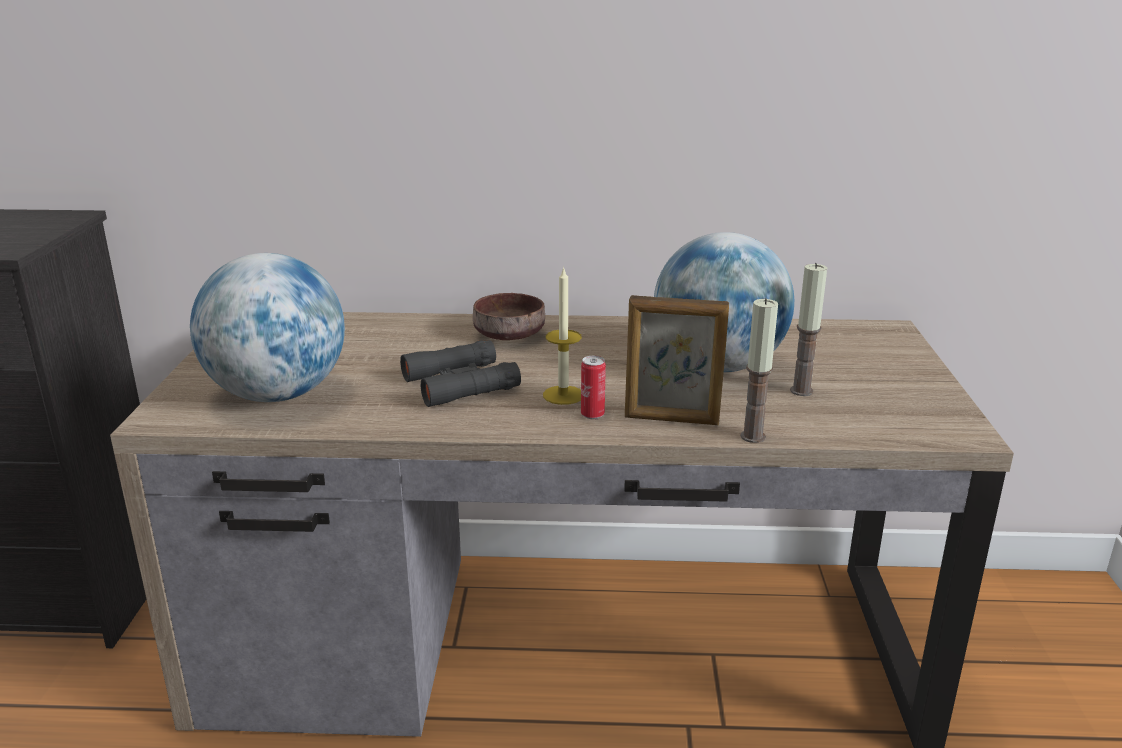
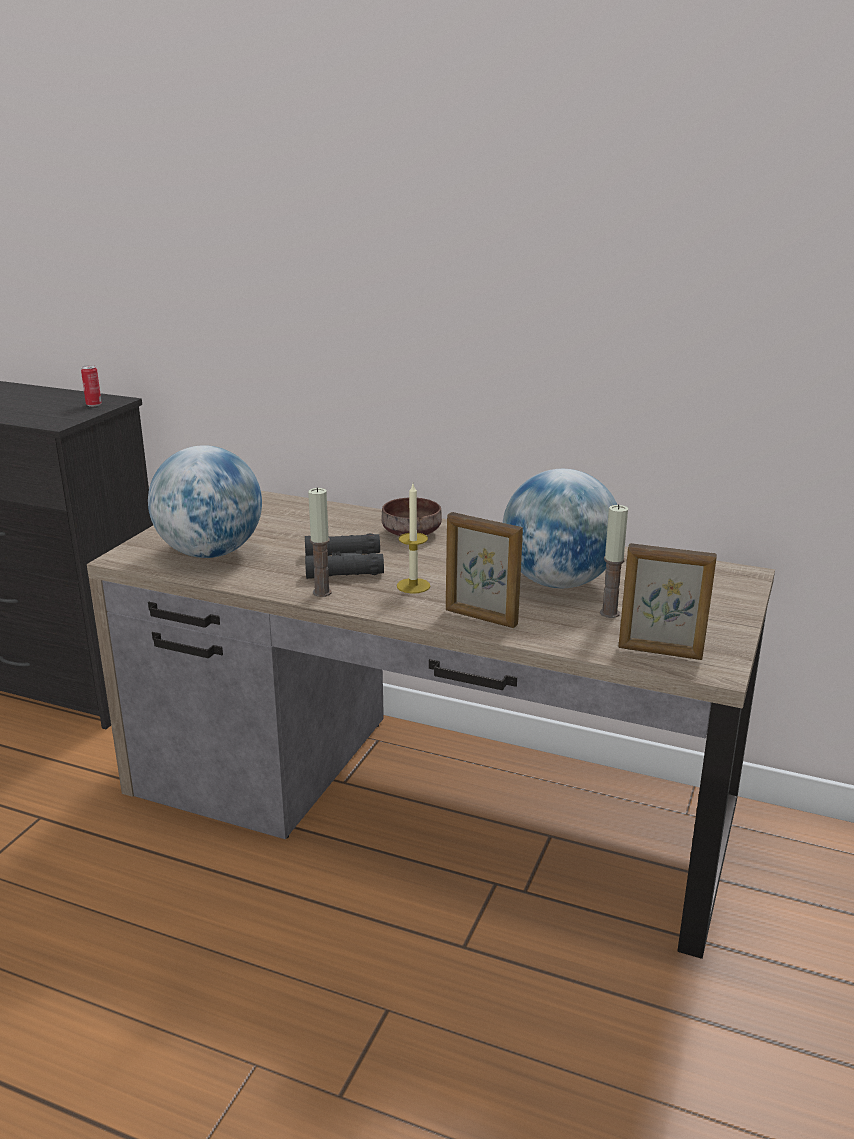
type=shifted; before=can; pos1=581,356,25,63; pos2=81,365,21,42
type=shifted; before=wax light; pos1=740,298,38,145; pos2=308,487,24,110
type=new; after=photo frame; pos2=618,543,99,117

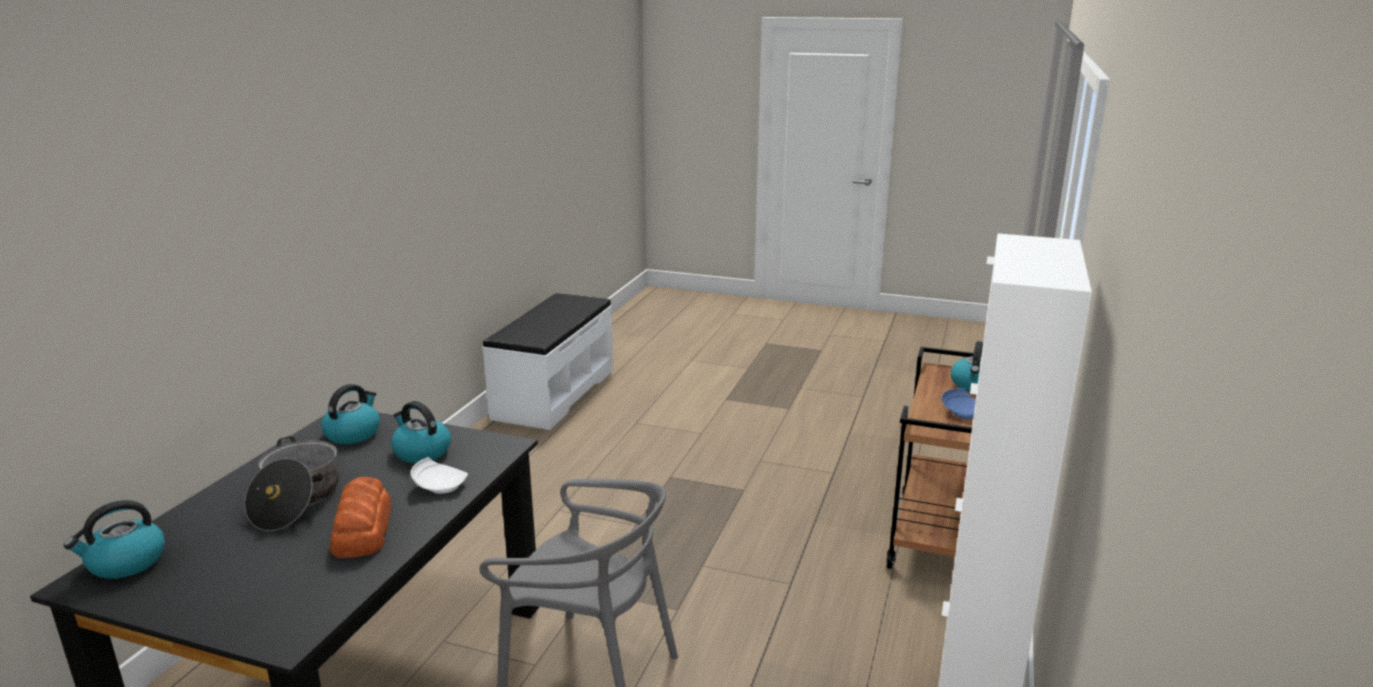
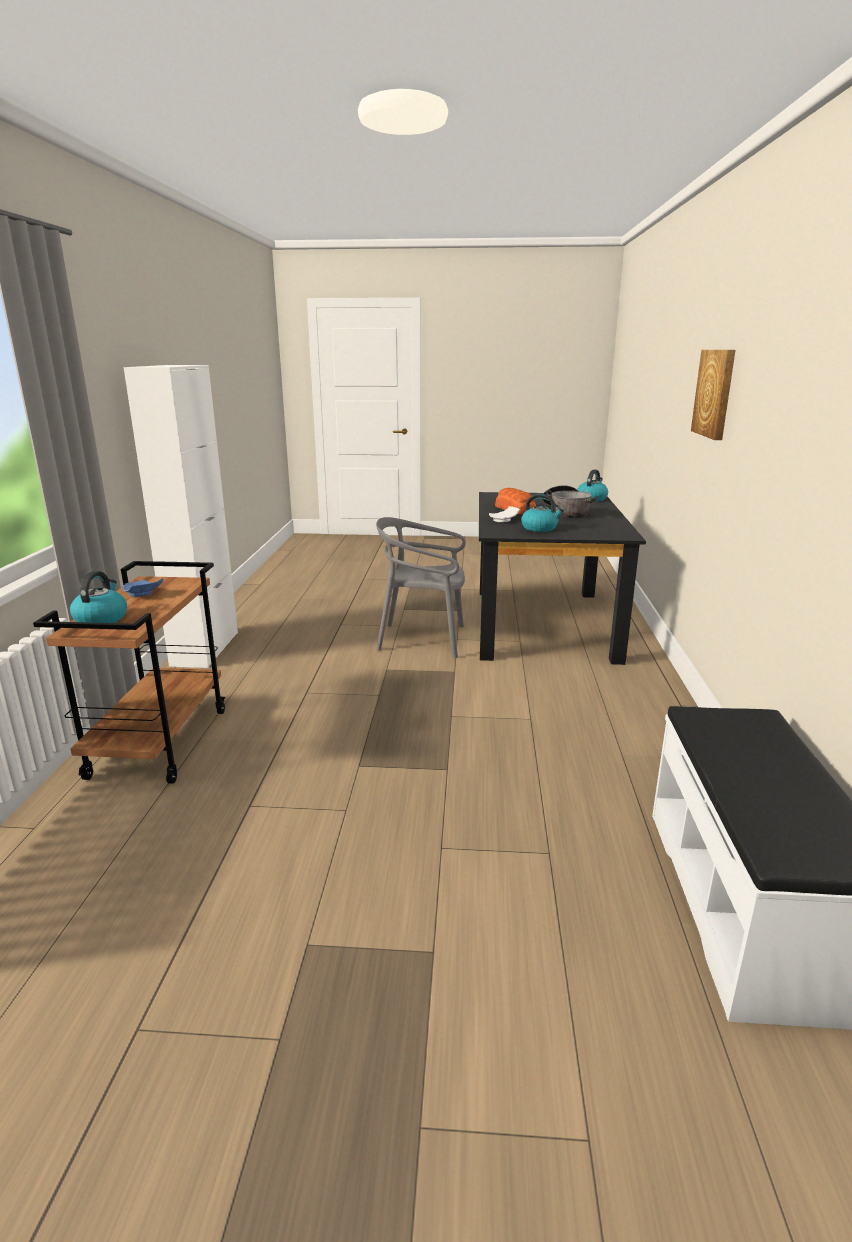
type=gone; before=water kettle; pos1=321,384,59,60
type=new; after=wall picture; pos2=691,350,45,90

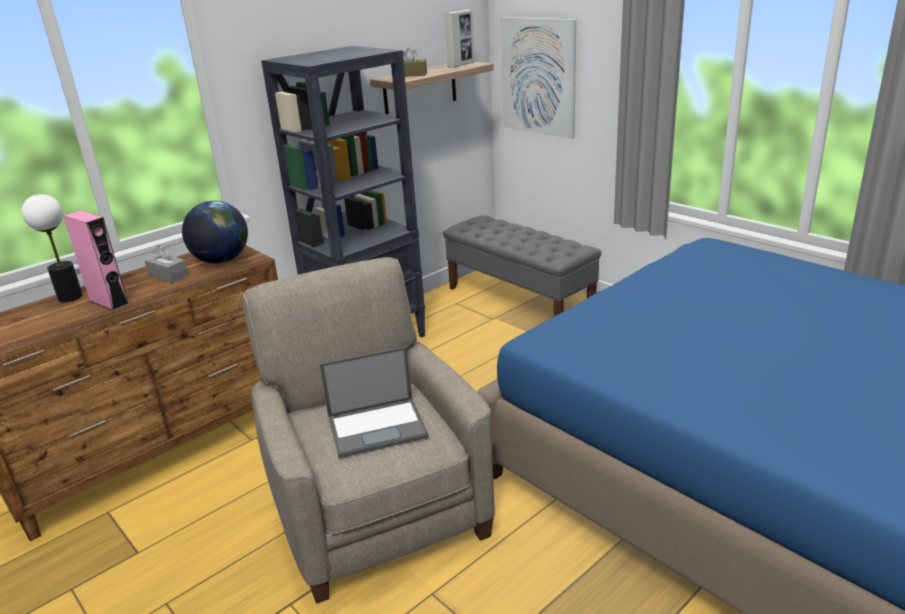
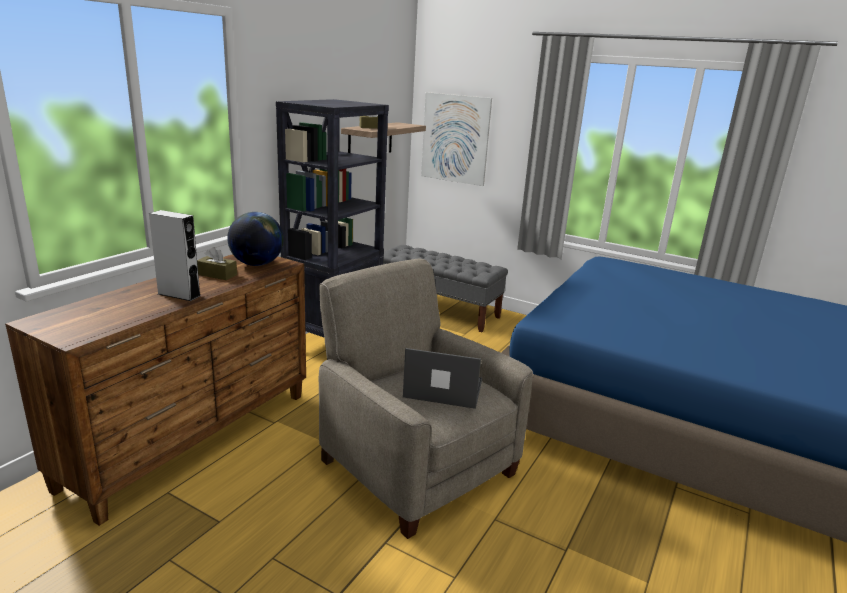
type=gone; before=lamp for a table; pos1=22,194,61,108
type=repainted; before=speaker (pink-coloured); after=speaker (greyish); pos1=63,210,66,101; pos2=149,210,51,91
type=repainted; before=tissue holder (greyish); after=tissue holder (brown); pos1=144,245,45,38; pos2=197,247,40,33
type=rotated; before=portable computer; pos1=320,347,109,111; pos2=403,348,79,61; turn=-135
type=gone; before=photo frame; pos1=445,10,29,58

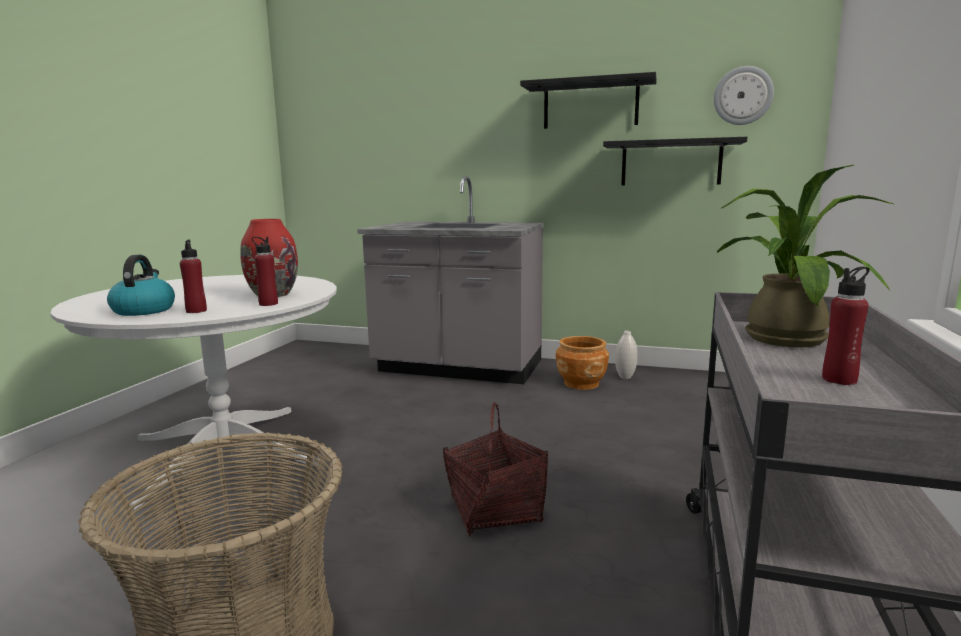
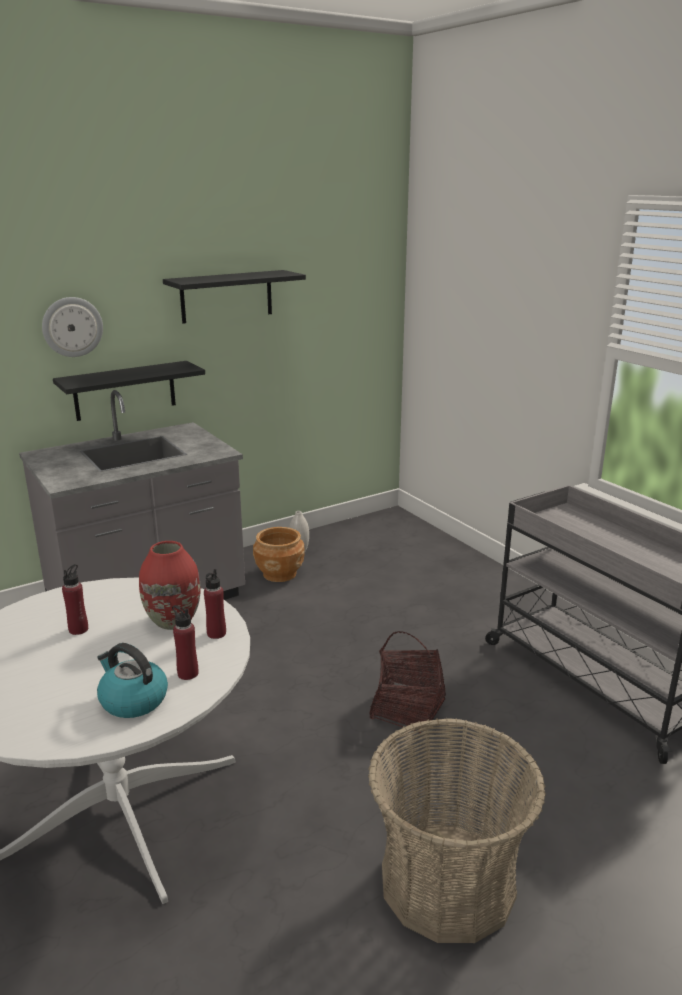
type=shifted; before=shelf (blackish); pos1=603,137,145,49; pos2=53,361,152,60
type=shifted; before=hanging clock; pos1=714,66,60,59; pos2=42,297,61,60
type=gone; before=houseplant; pos1=717,165,177,182
type=shifted; before=bottle (red-coloured); pos1=822,267,48,118; pos2=62,564,26,71

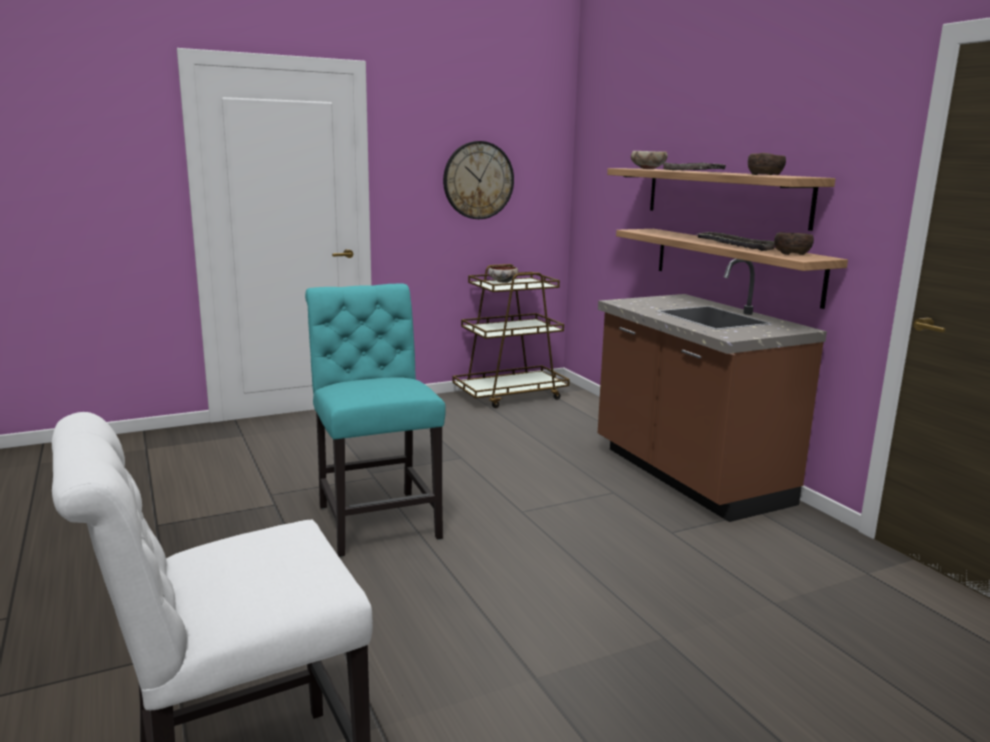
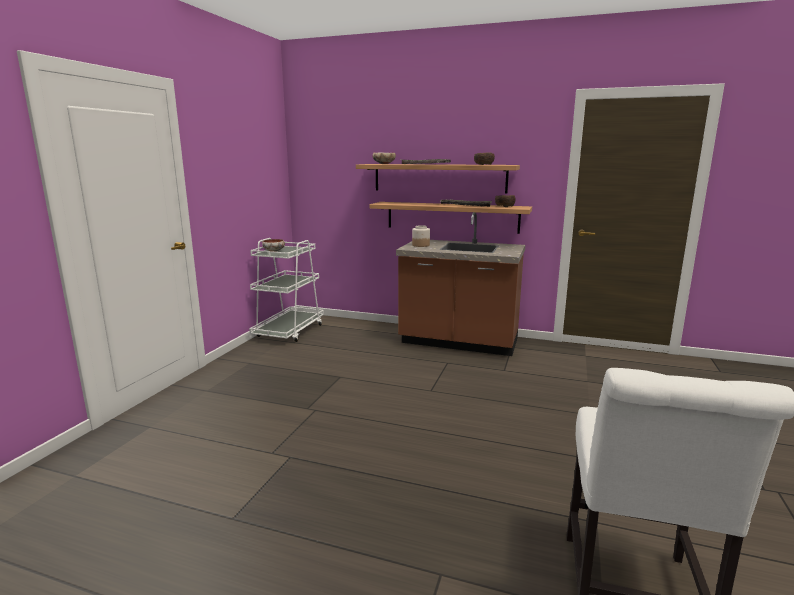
type=gone; before=chair (turquoise); pos1=305,284,141,273
type=gone; before=hanging clock; pos1=443,141,71,78
type=repainted; before=wheeled cart (brown); after=wheeled cart (white); pos1=452,264,118,144; pos2=249,238,75,104
type=new; after=storage jar; pos2=412,225,18,22

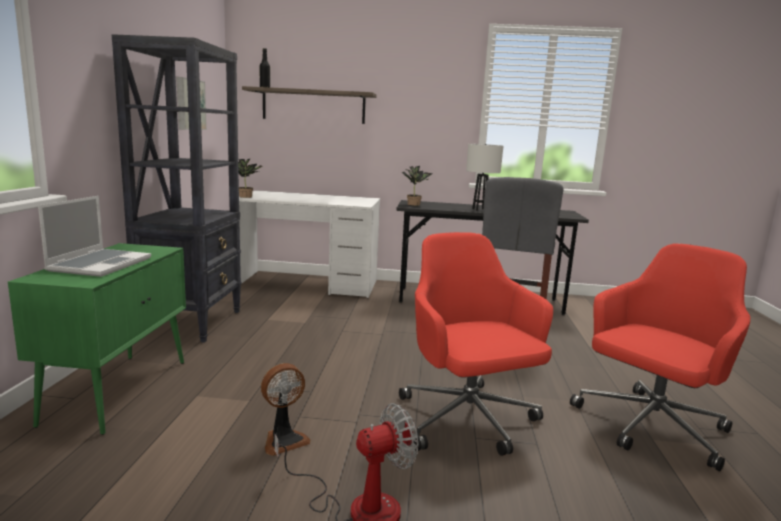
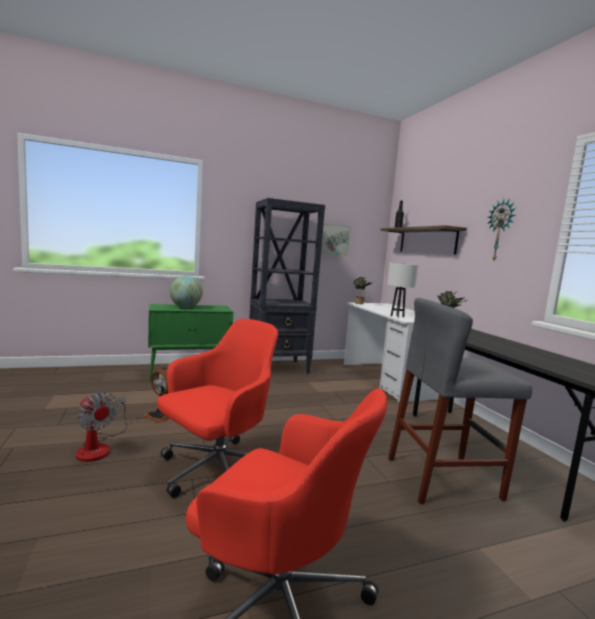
type=swapped; before=portable computer; after=world globe; pos1=38,196,113,81; pos2=170,276,33,32
type=shifted; before=lamp for a table (white); pos1=466,144,37,67; pos2=387,263,31,55
type=new; after=hanging clock; pos2=487,199,29,61

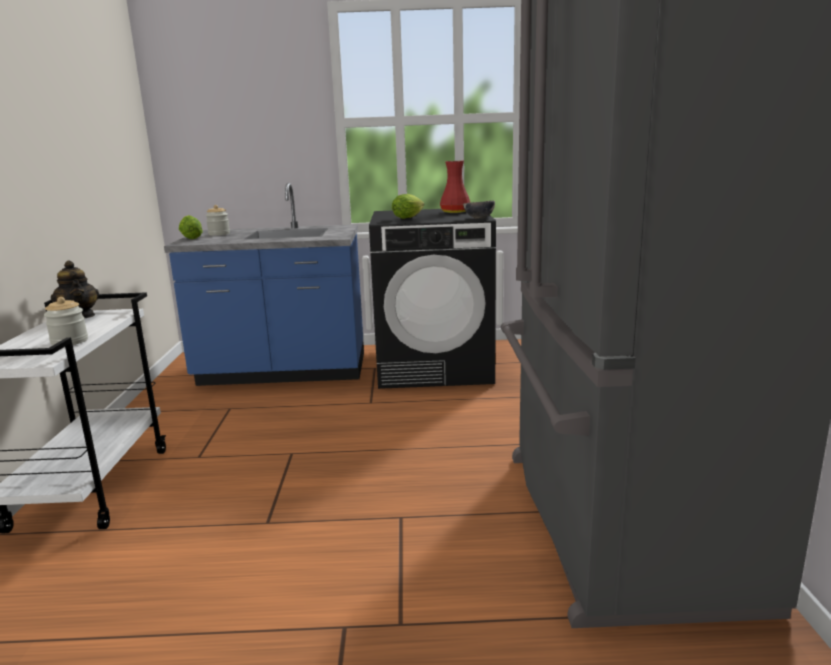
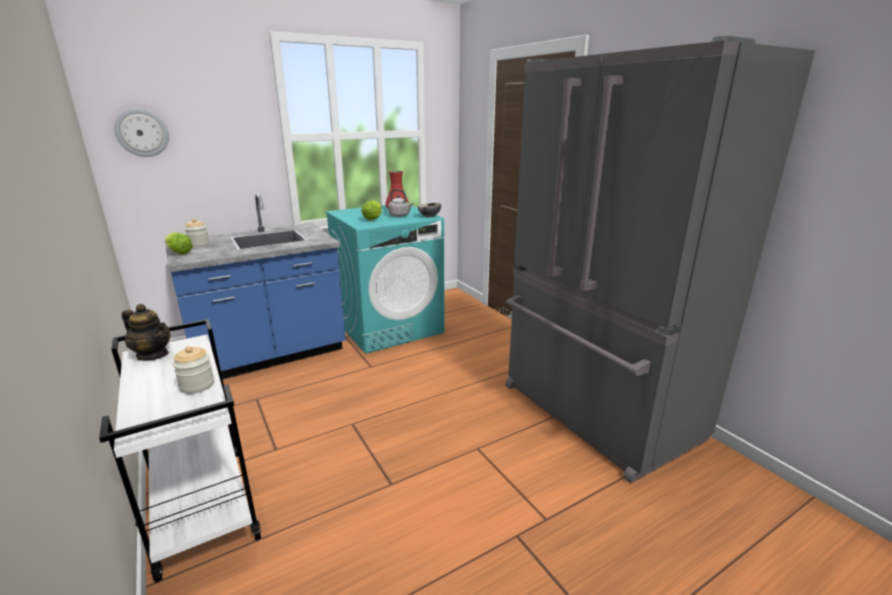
type=repainted; before=washing machine (blackish); after=washing machine (turquoise); pos1=369,209,127,180; pos2=326,205,118,149
type=new; after=hanging clock; pos2=114,108,55,49
type=new; after=water kettle (greyish); pos2=388,189,26,28

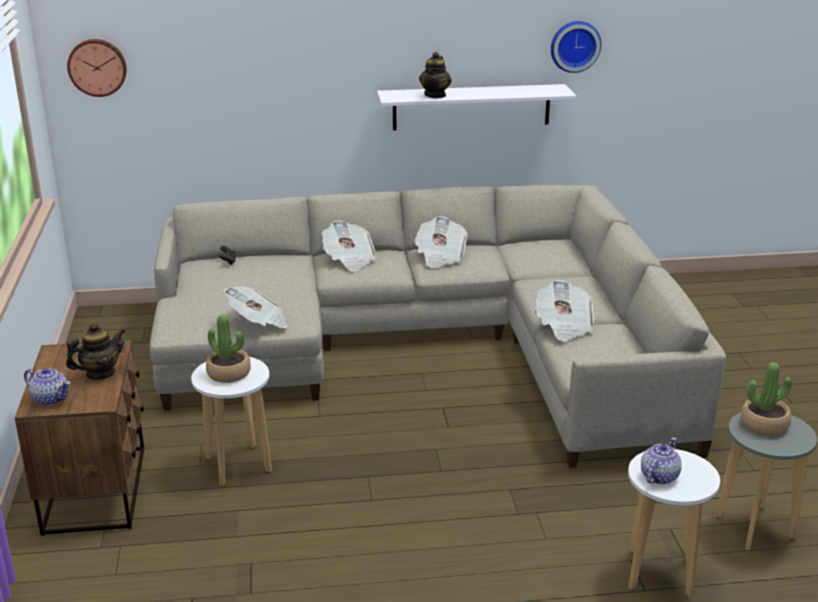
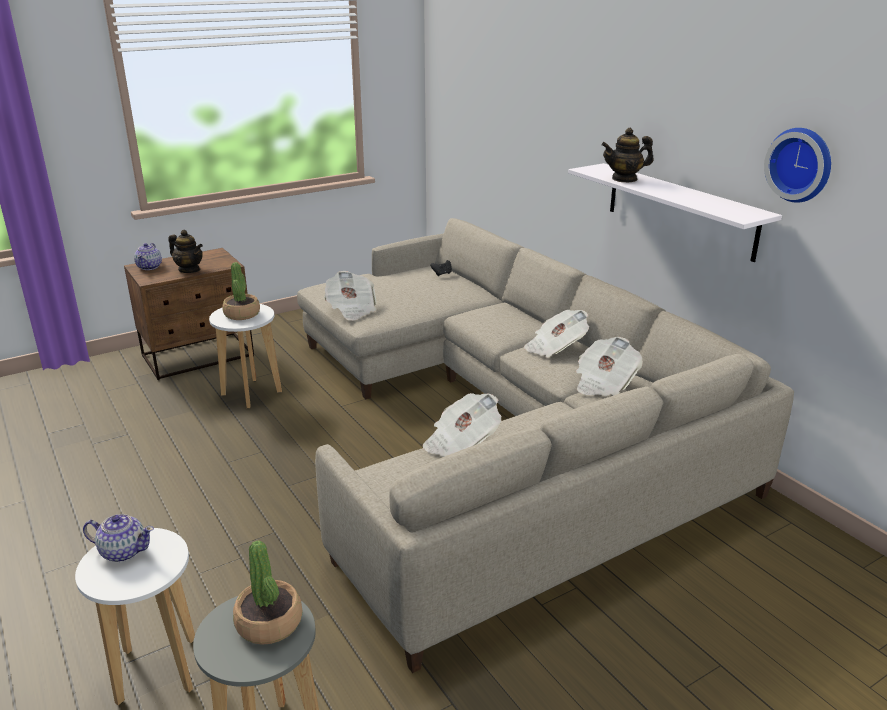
type=gone; before=hanging clock; pos1=67,39,60,58
type=shifted; before=printed paper; pos1=322,220,54,52; pos2=576,337,67,59

